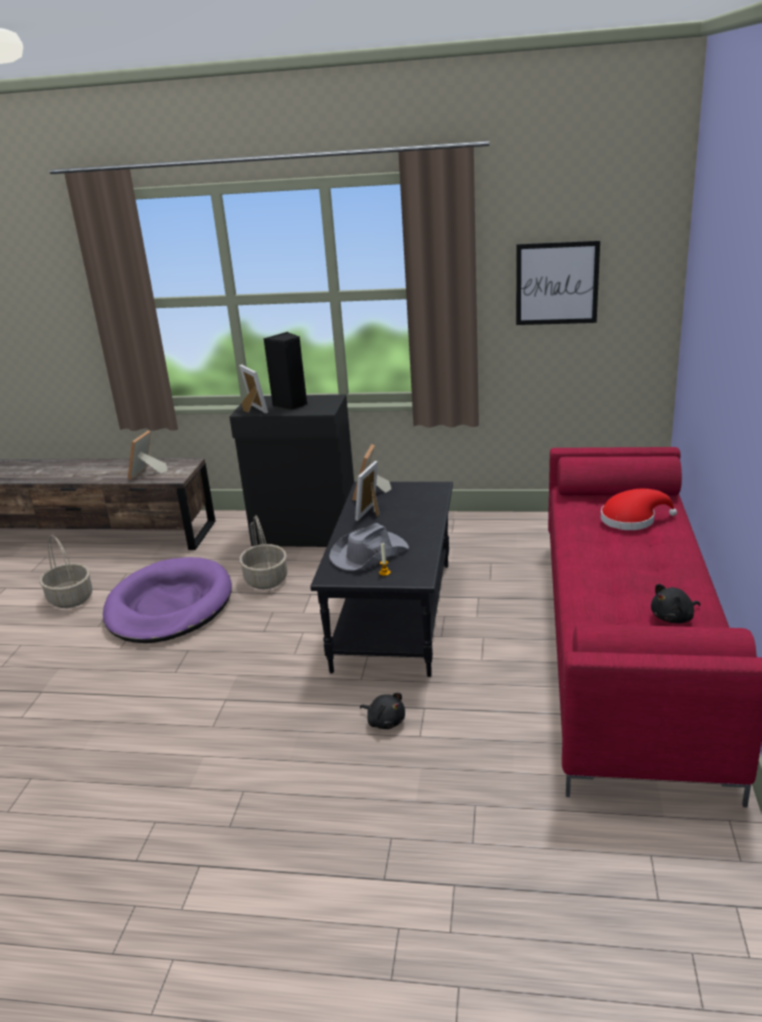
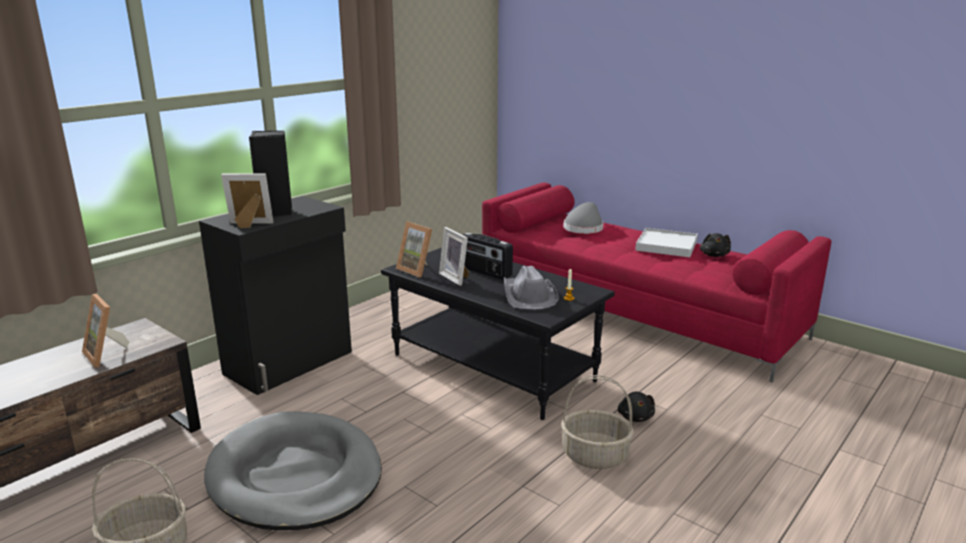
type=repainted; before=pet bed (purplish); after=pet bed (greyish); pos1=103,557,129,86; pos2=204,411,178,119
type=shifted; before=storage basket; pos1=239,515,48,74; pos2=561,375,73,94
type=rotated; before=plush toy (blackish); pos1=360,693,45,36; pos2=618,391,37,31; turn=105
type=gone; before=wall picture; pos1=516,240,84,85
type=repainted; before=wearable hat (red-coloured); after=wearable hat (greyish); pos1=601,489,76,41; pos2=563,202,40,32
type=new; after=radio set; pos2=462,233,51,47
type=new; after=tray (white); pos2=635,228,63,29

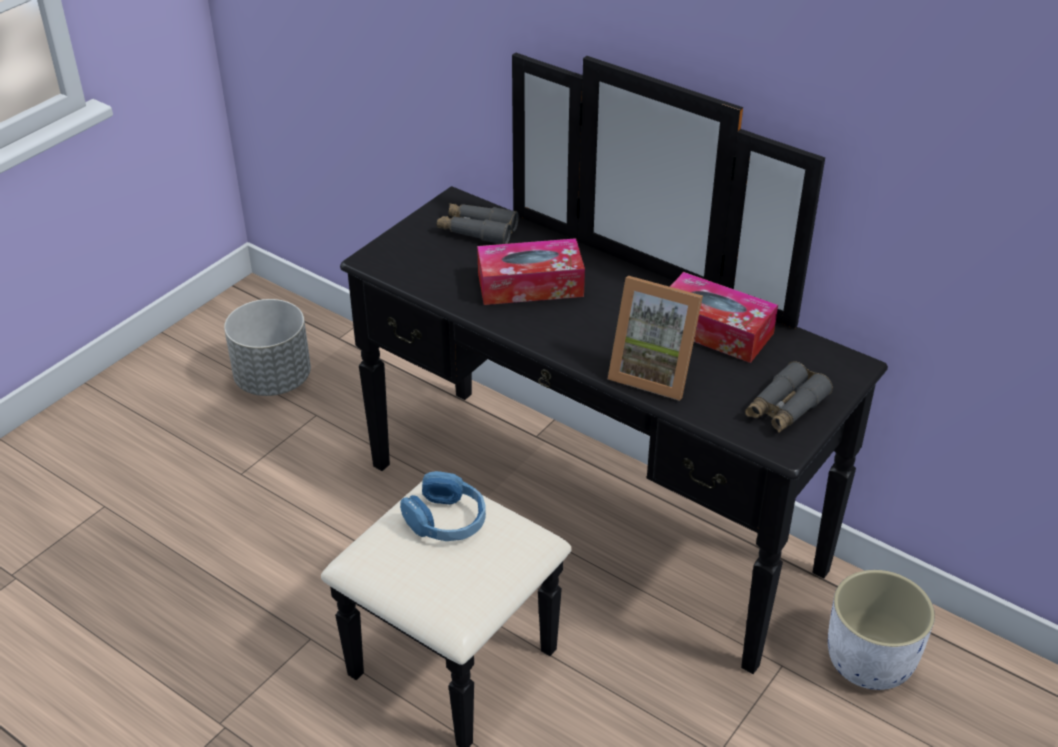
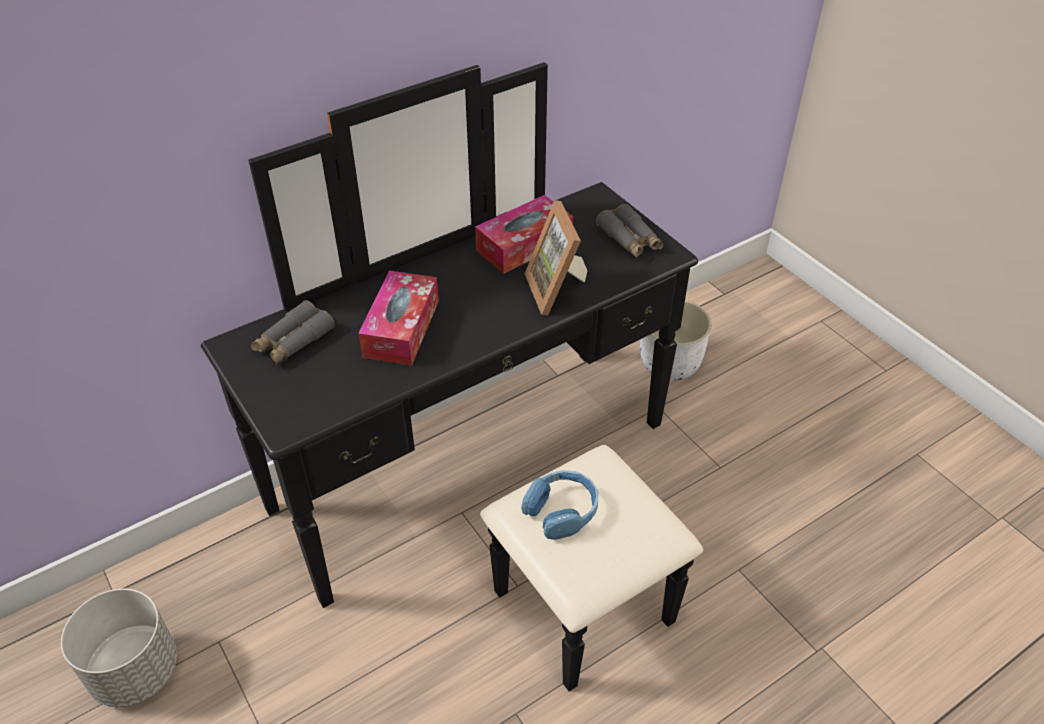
type=rotated; before=photo frame; pos1=608,276,95,125; pos2=525,200,62,115; turn=120

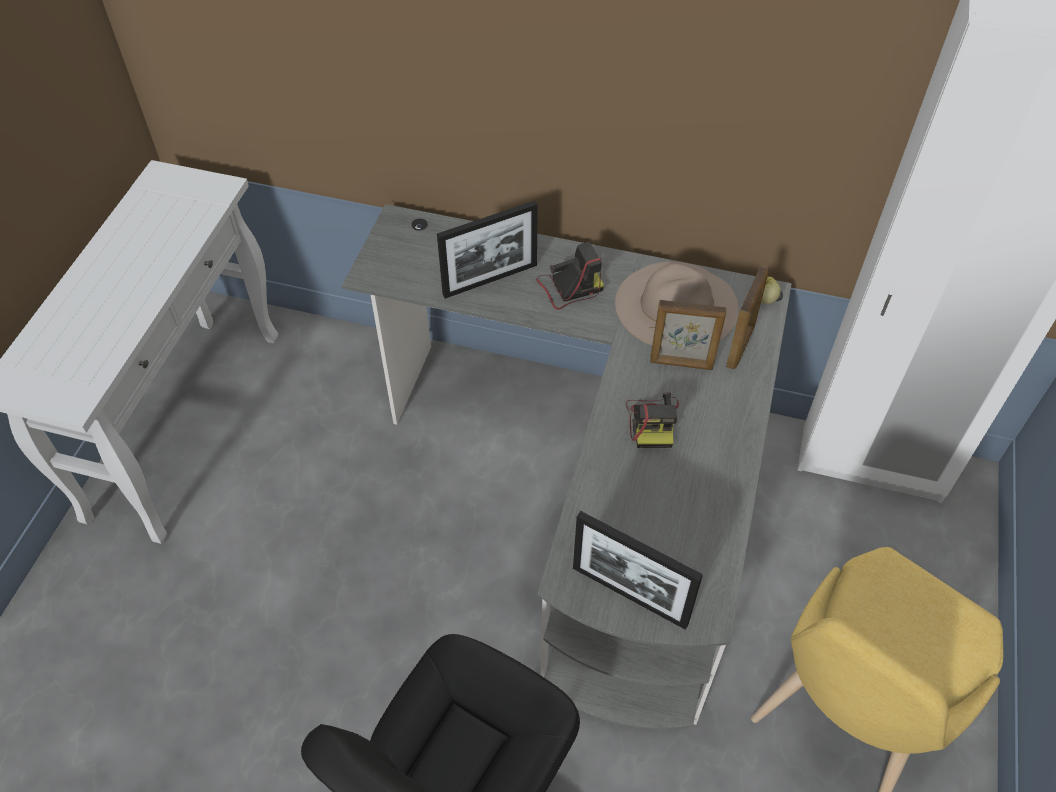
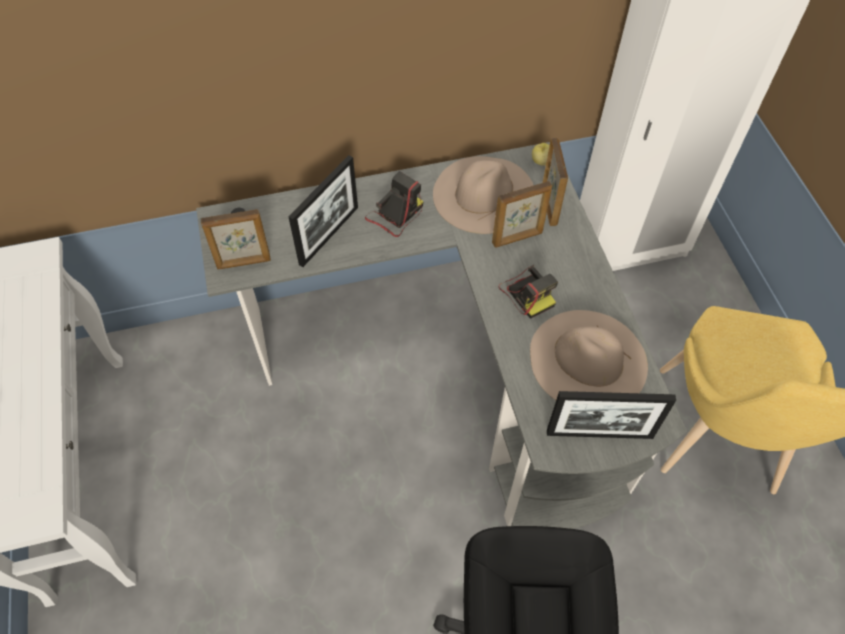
type=new; after=photo frame; pos2=201,209,70,61
type=new; after=wearable hat (beige-coloured); pos2=530,310,118,90

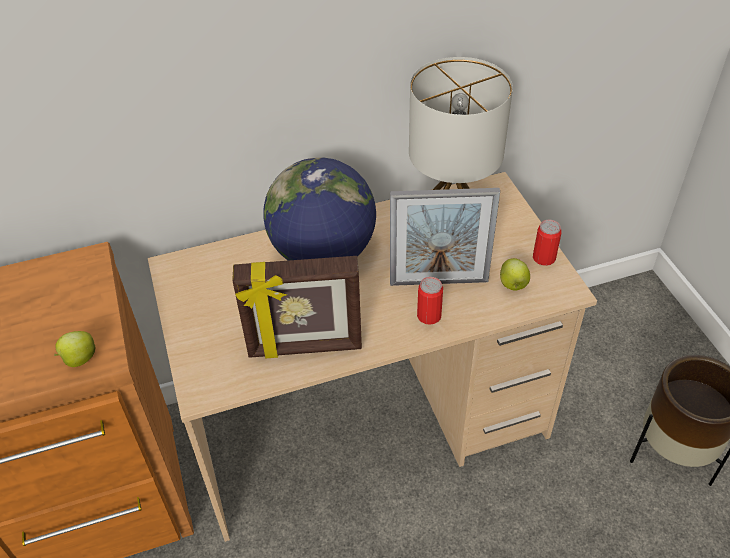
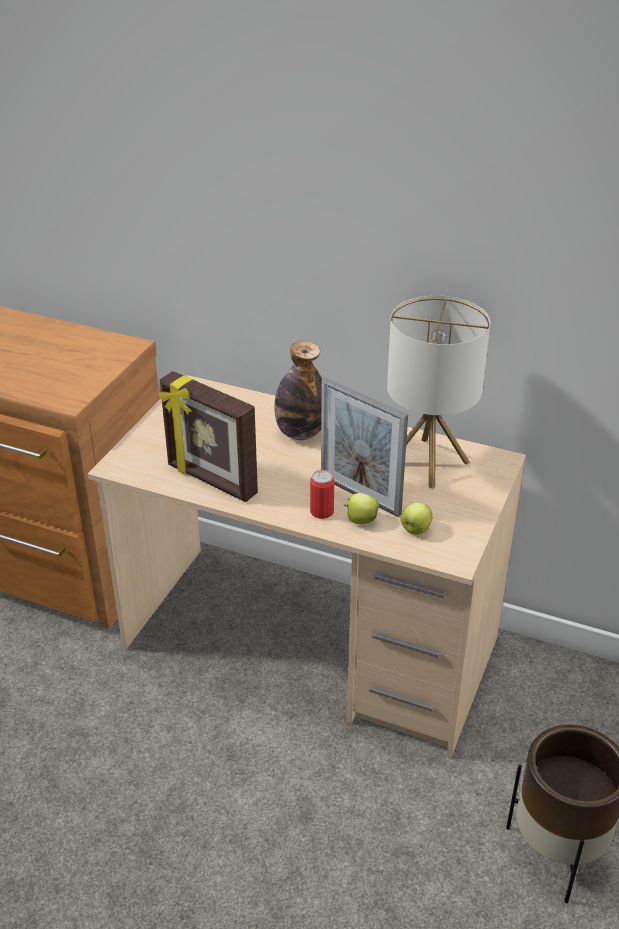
type=shifted; before=whole apple; pos1=54,331,41,36; pos2=344,493,35,31
type=swapped; before=world globe; after=bottle; pos1=263,157,113,104; pos2=274,341,48,99
type=gone; before=can; pos1=533,220,29,46

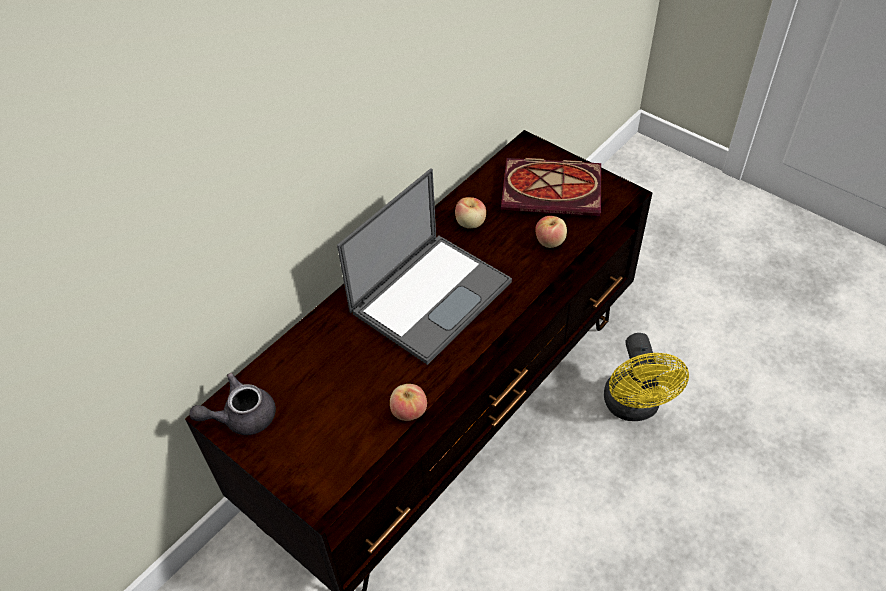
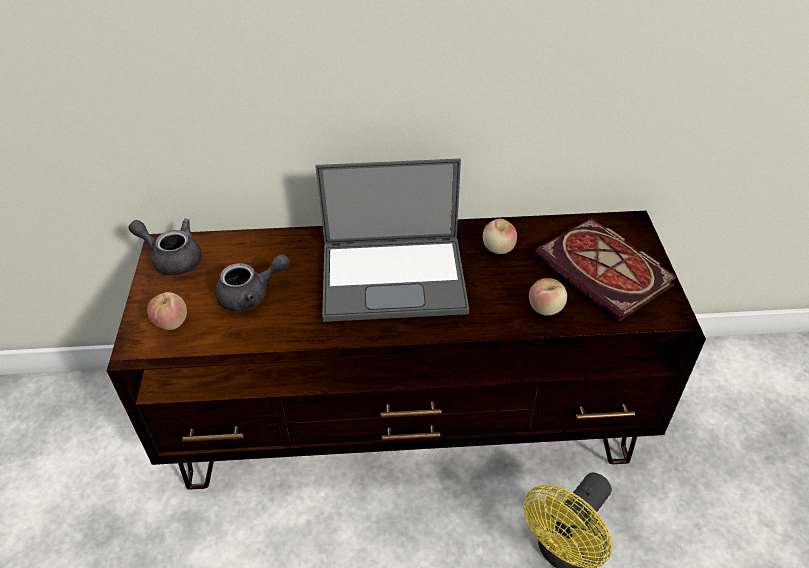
type=shifted; before=whole apple; pos1=390,384,37,37; pos2=147,292,40,38
type=new; after=pot for tea (greyish); pos2=215,254,75,57

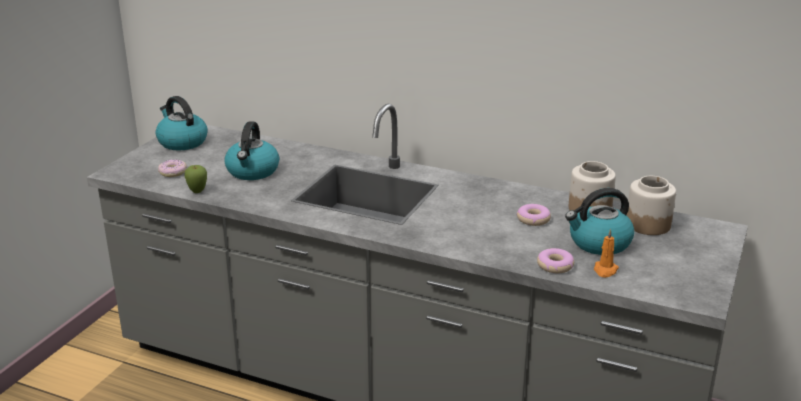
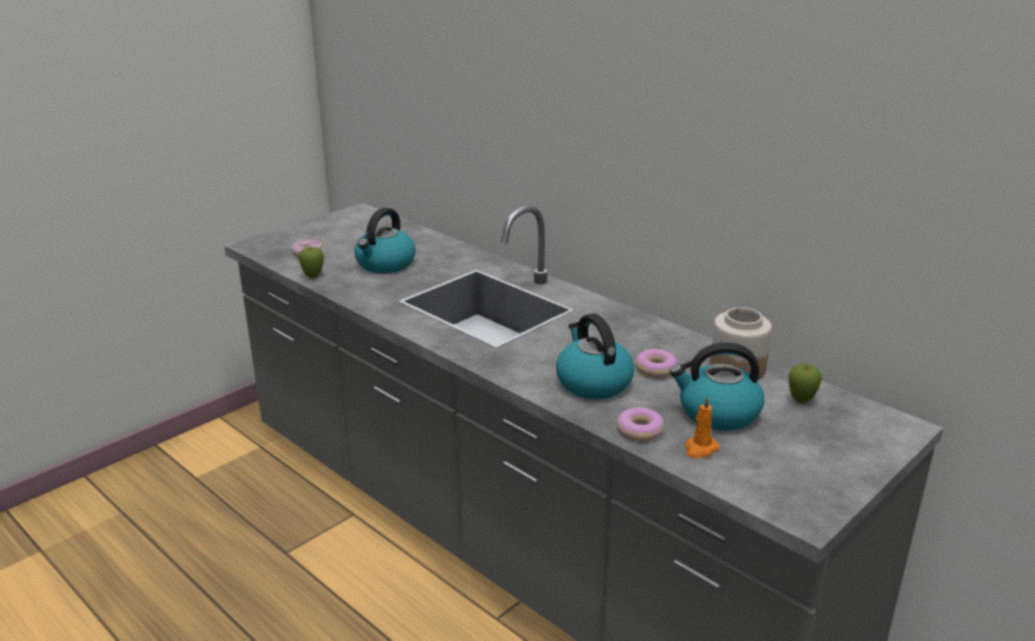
type=shifted; before=water kettle; pos1=156,96,52,54; pos2=556,313,79,86
type=swapped; before=storage jar; after=whole apple; pos1=627,176,49,59; pos2=789,363,33,40

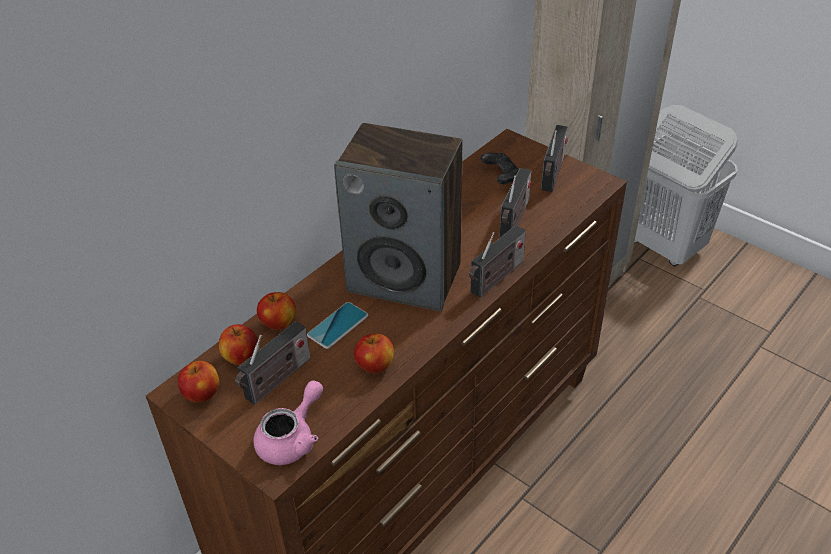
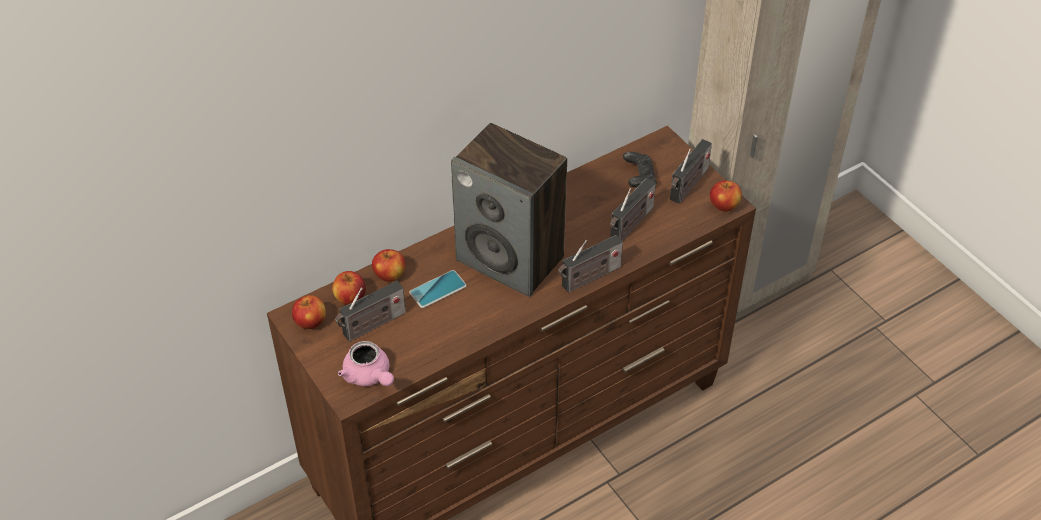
type=rotated; before=pot for tea (pink-coloured); pos1=254,380,69,85; pos2=338,341,56,45; turn=90
type=shifted; before=whole apple; pos1=354,333,40,40; pos2=710,181,32,31
type=gone; before=laundry basket (white); pos1=634,105,104,161

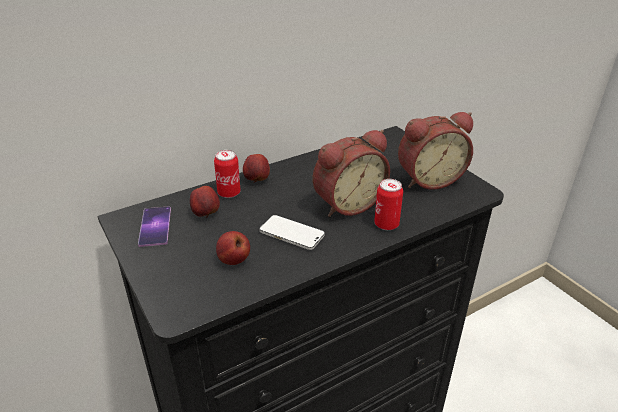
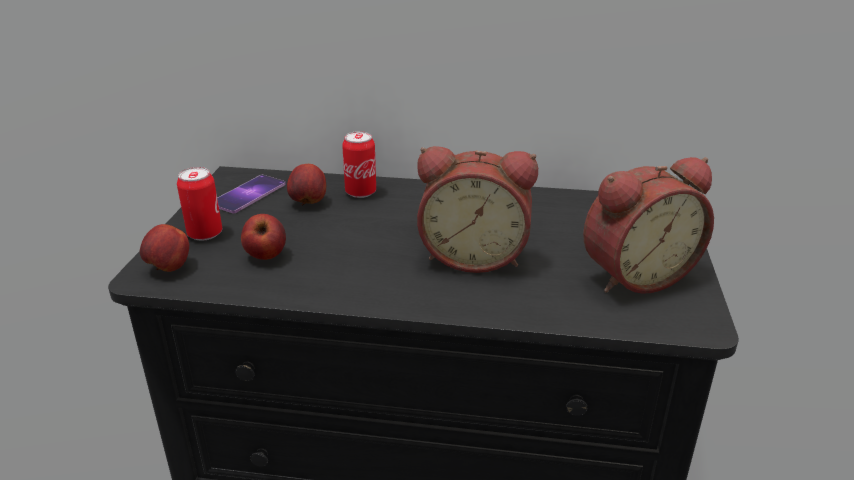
type=shifted; before=whole apple; pos1=243,154,27,29; pos2=140,224,49,48
type=gone; before=telephone; pos1=260,215,65,35
type=shifted; before=can; pos1=374,179,29,51; pos2=177,167,45,74
type=rotated; before=alarm clock; pos1=398,112,75,78; pos2=583,157,131,137; turn=-45

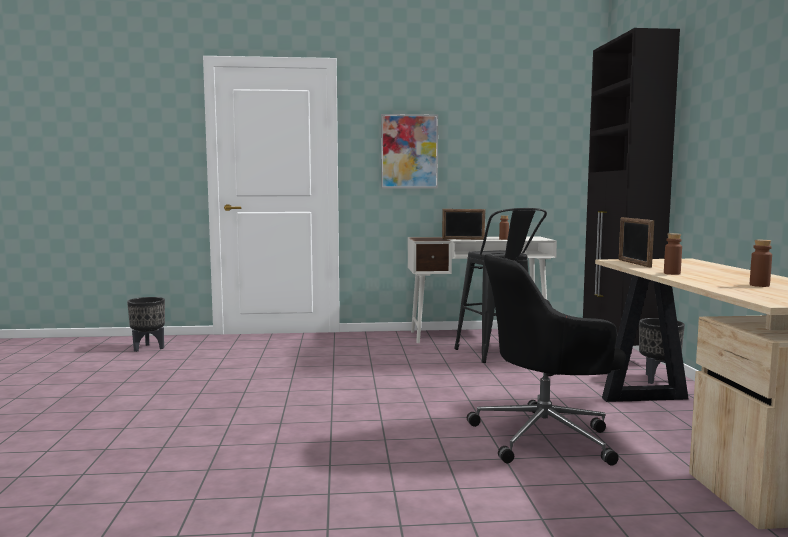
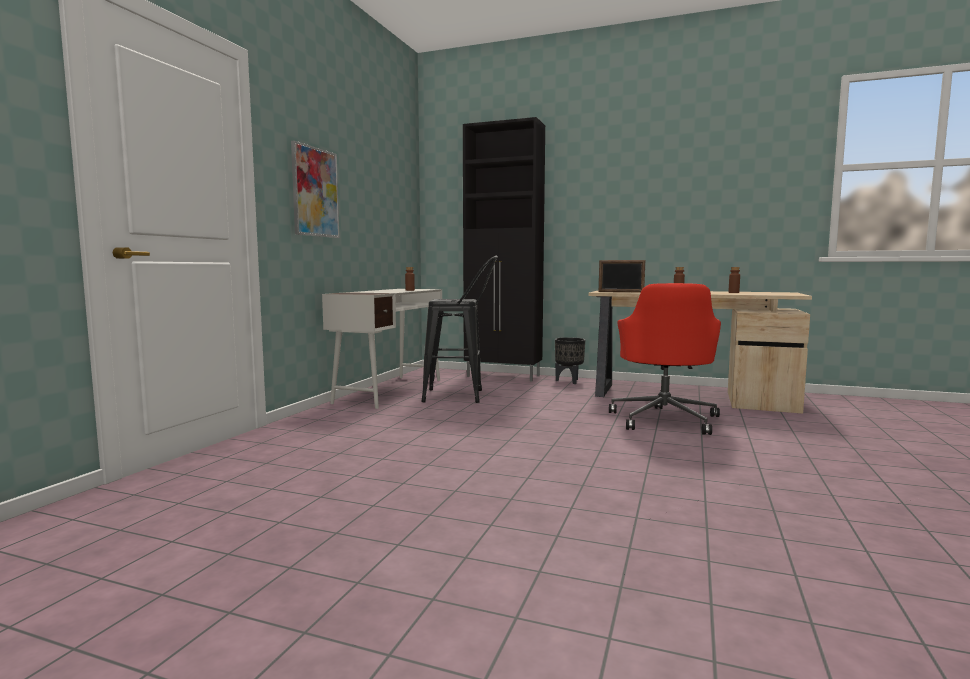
type=gone; before=planter (blackish); pos1=127,297,38,55
type=gone; before=photo frame; pos1=442,209,43,31
type=repainted; before=desk chair (blackish); after=desk chair (red-coloured); pos1=467,254,159,212; pos2=609,283,112,152

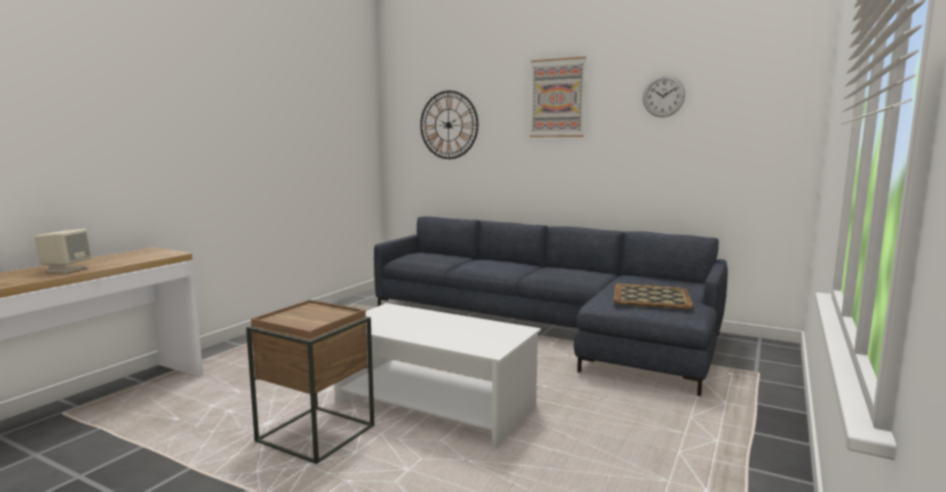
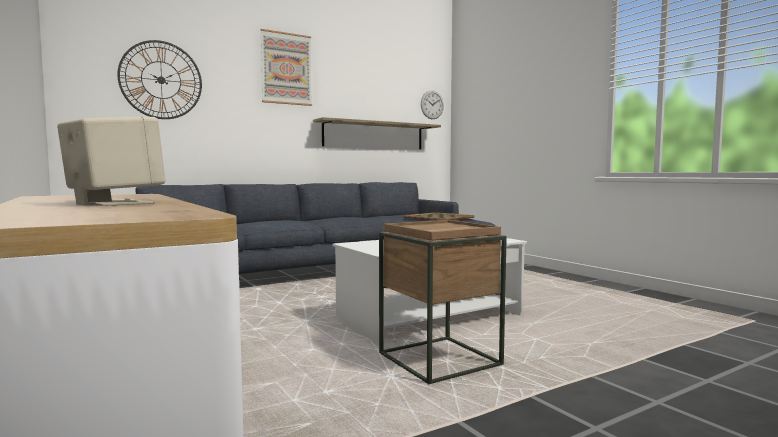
type=shifted; before=hanging clock; pos1=643,75,42,42; pos2=421,90,23,29
type=new; after=shelf; pos2=313,117,128,32

